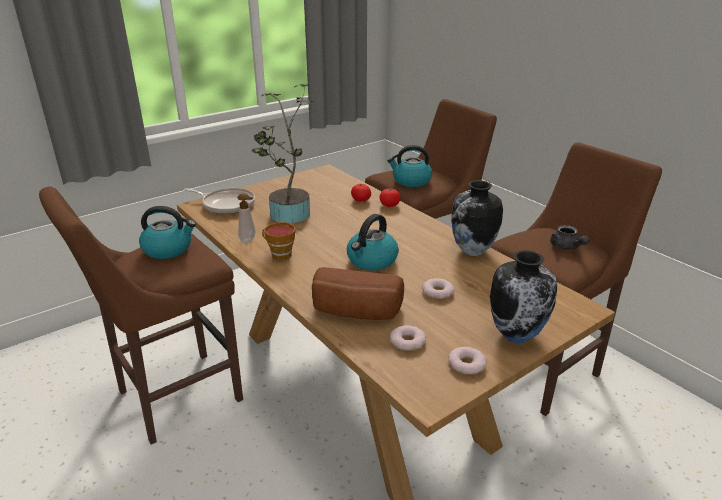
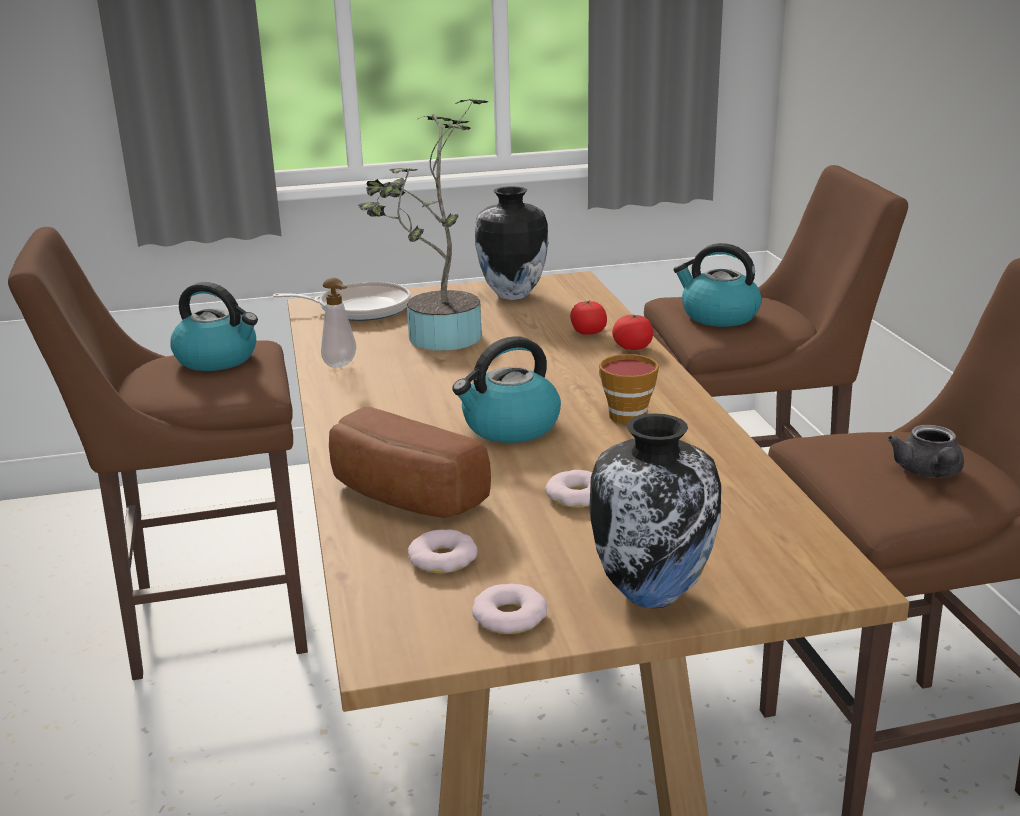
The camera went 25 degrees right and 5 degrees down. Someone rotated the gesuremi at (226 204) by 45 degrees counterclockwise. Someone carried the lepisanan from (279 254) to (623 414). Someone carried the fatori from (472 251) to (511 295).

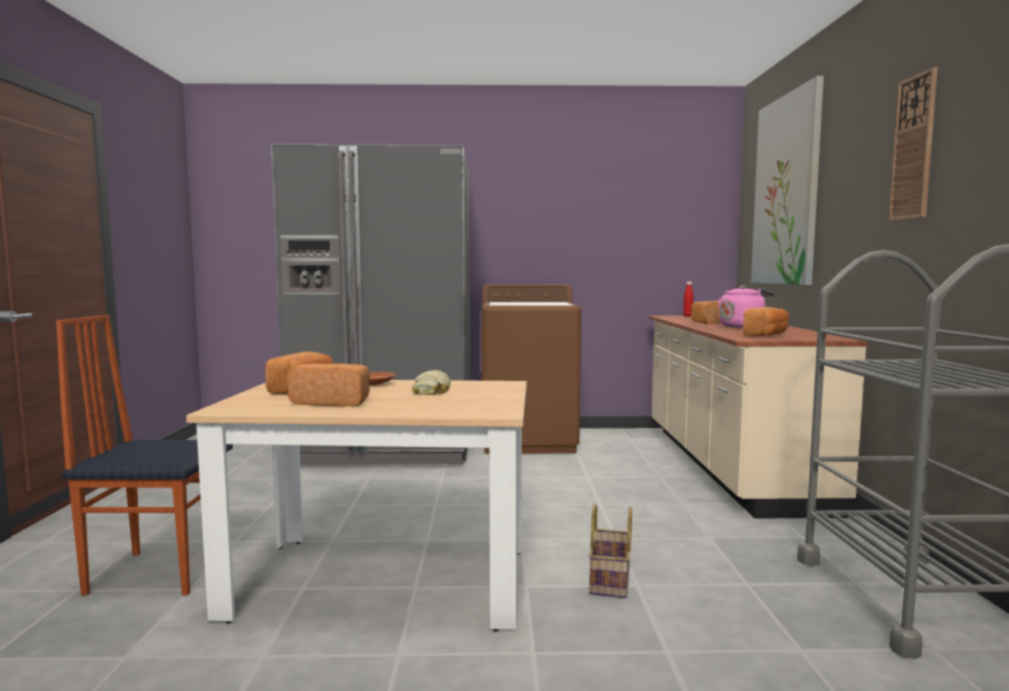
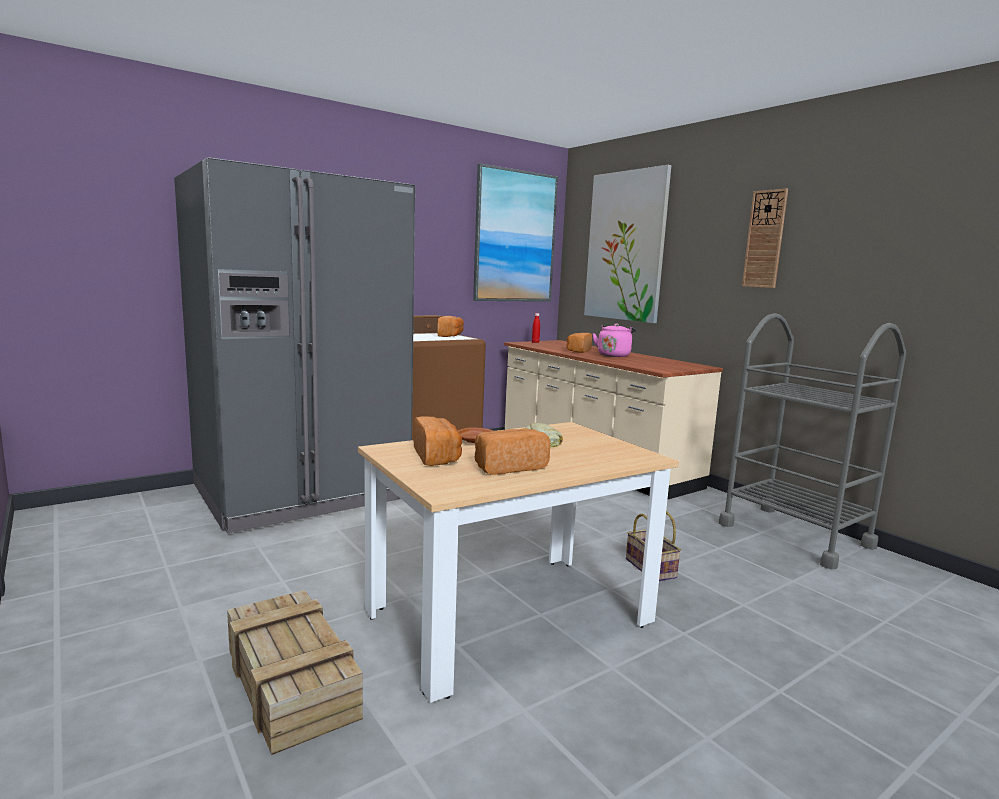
The camera went 35 degrees left and 5 degrees up. Someone swapped the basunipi at (159 572) for the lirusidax at (289 681). Someone carried the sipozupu from (766 335) to (451 336). Someone put up the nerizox at (515 237).

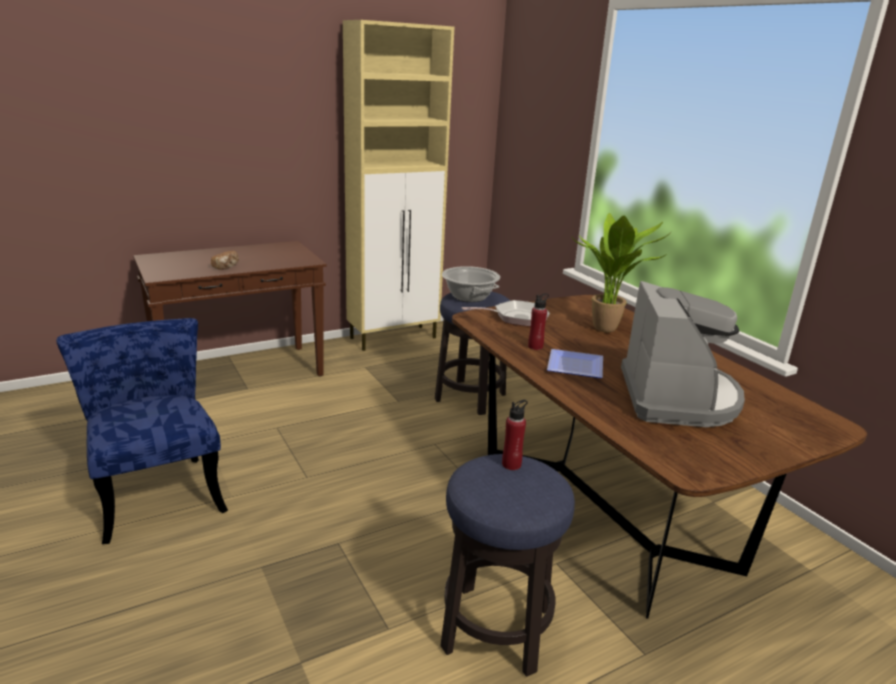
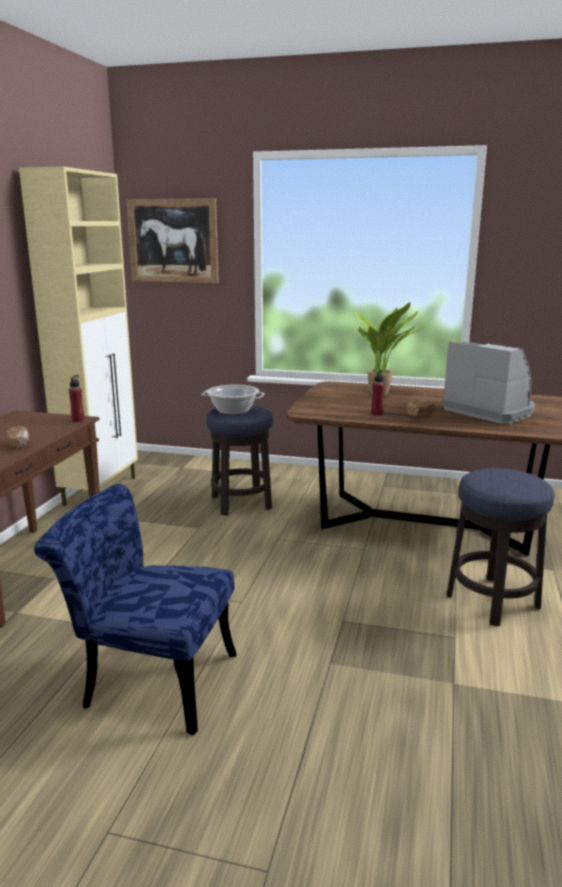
The camera went 45 degrees left and 5 degrees down. Someone took away the gesuremi at (516 318). Someone carried the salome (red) from (511 464) to (78 420). Someone swapped the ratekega at (577 366) for the sipozupu at (419 414). Someone put up the nerizox at (173 241).

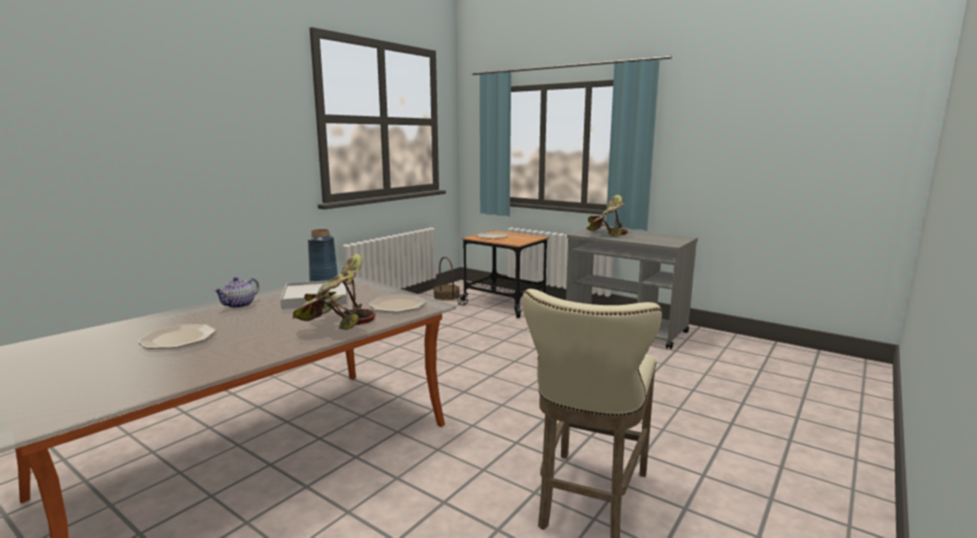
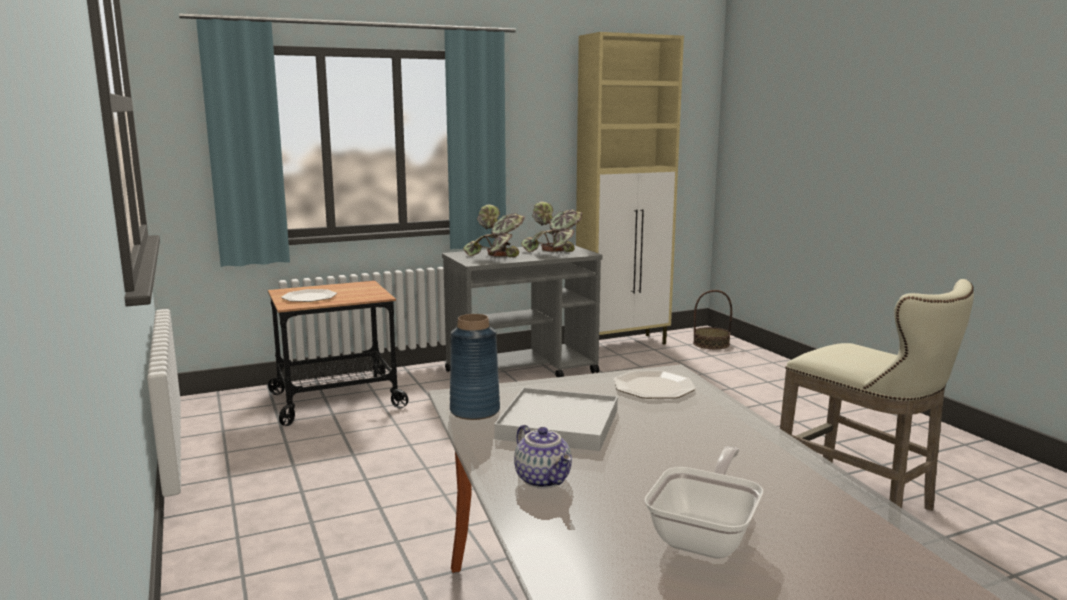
The camera went 60 degrees left and 0 degrees up. Someone swapped the ratekega at (178 338) for the gesuremi at (706 535). Someone carried the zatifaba from (335 323) to (553 252). Someone carried the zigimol from (446 296) to (711 344). Someone put down the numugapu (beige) at (623 344).

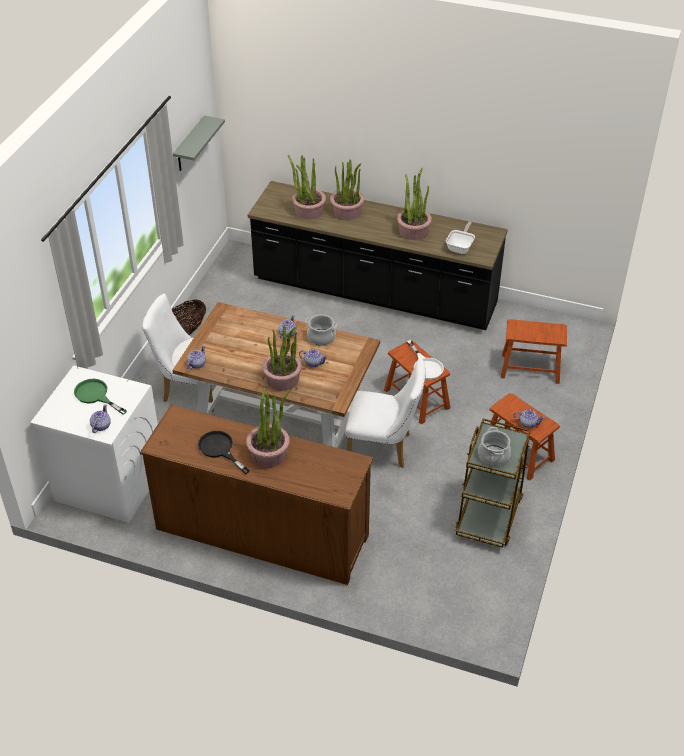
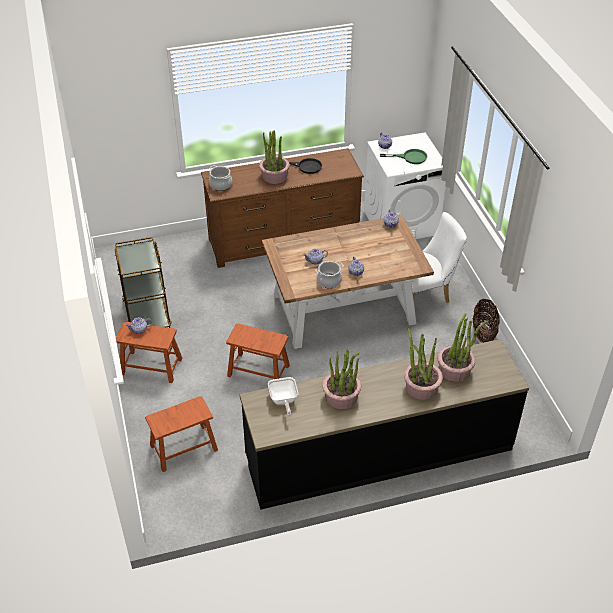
The camera went 145 degrees right and 0 degrees up. Someone took away the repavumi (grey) at (190 145). Someone took away the zatifaba at (283 379). Someone took away the basunipi (white) at (384 449). Someone took away the gesuremi (white) at (425 366). Someone carried the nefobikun from (493 455) to (221 185).

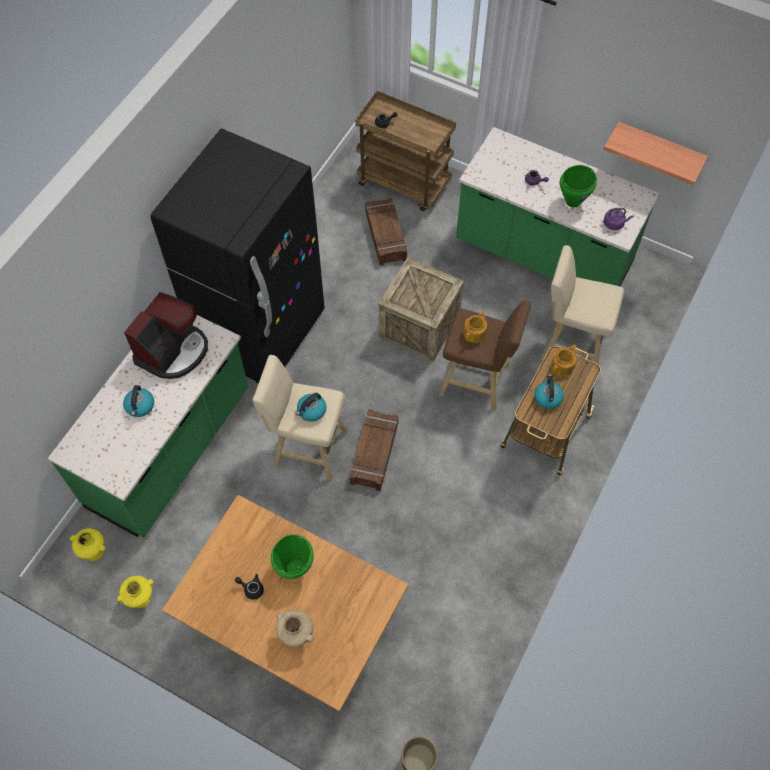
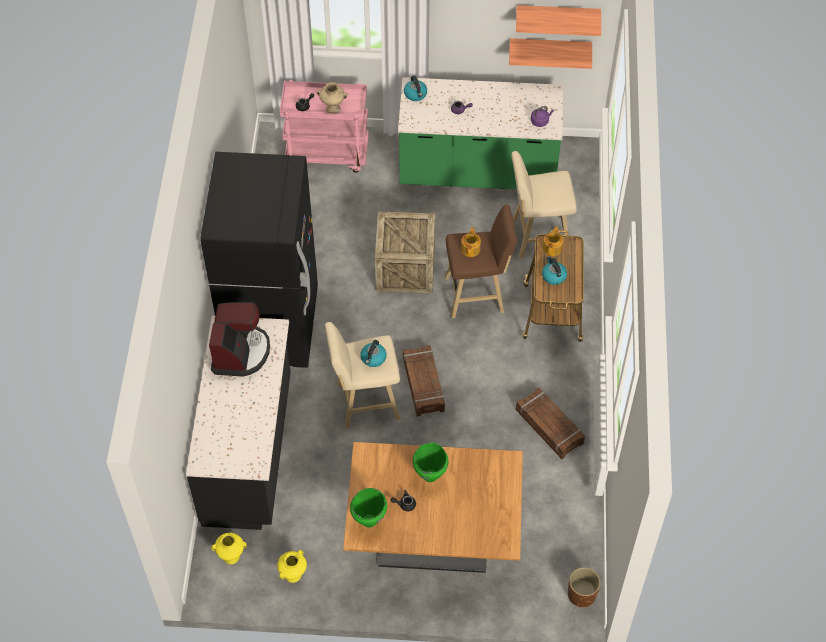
The camera went 25 degrees left and 5 degrees down. Someone repainted the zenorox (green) at (171 450), which became the zenorox (black) at (249 450). Someone carried the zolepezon from (140 406) to (415 94). Someone carried the fatori (beige) from (296 636) to (332 109). Someone repainted the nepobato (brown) at (405 183), which became the nepobato (pink) at (328 155). Someone carried the lirusidax from (385 236) to (548 427). Someone carried the nefobikun (green) from (573 202) to (369 521). Someone put up the repavumi at (557 16).

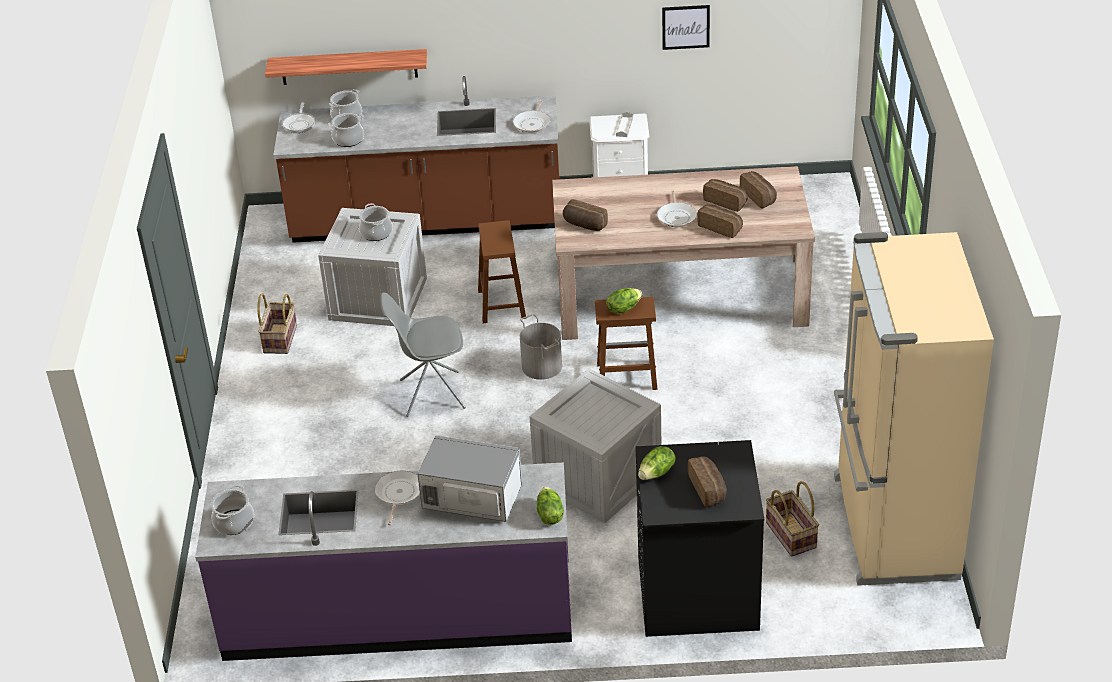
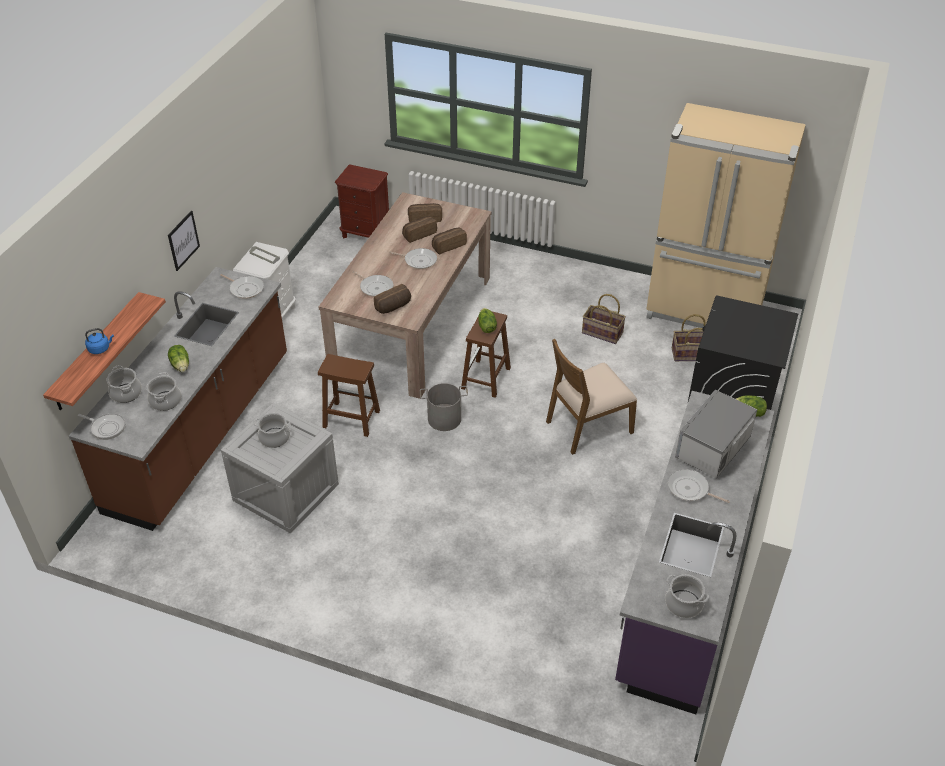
The camera went 70 degrees left and 5 degrees up. Someone carried the zigimol from (279 339) to (601 333). Someone took away the basunipi (grey) at (430 394). Someone swapped the lirusidax at (597 477) for the basunipi (brown) at (588 426). Someone carried the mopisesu from (657 473) to (181 365). Someone carried the nerizox from (685 27) to (183 240). Someone took away the sipozupu at (708 489). Someone put down the zolepezon (blue) at (100 348). Someone put down the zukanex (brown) at (365 233). Someone put down the gesuremi at (375 287).

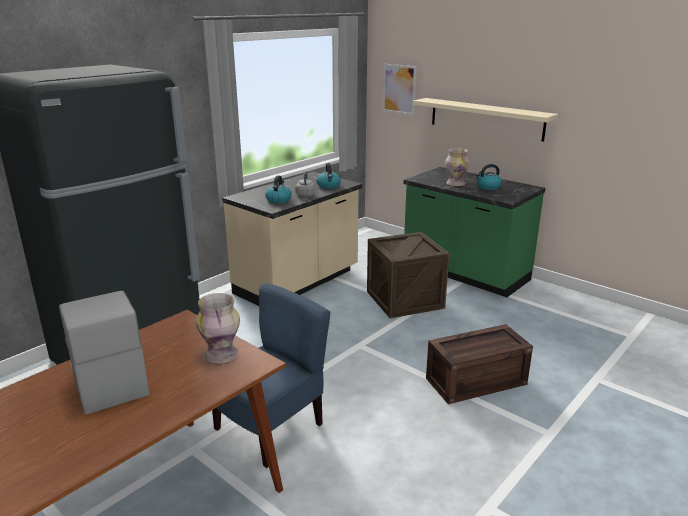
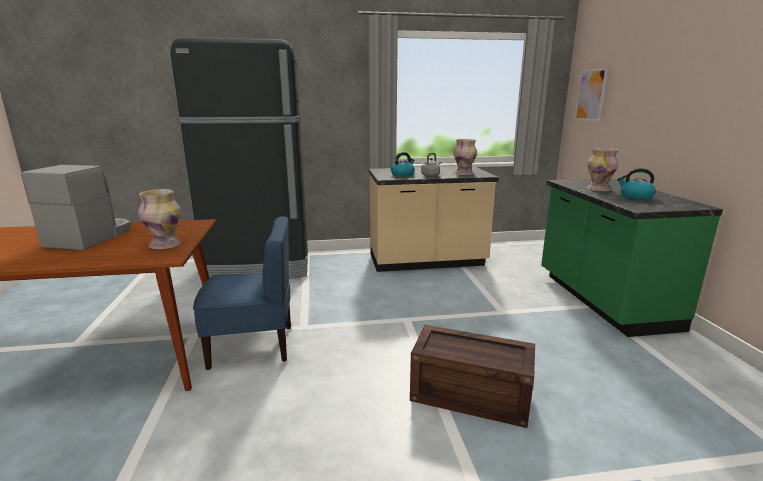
The camera went 40 degrees right and 5 degrees down. Someone swapped the zolepezon at (329 186) for the fatori at (464 174). Someone took away the lirusidax at (404 299). Someone took away the repavumi (beige) at (486 118).

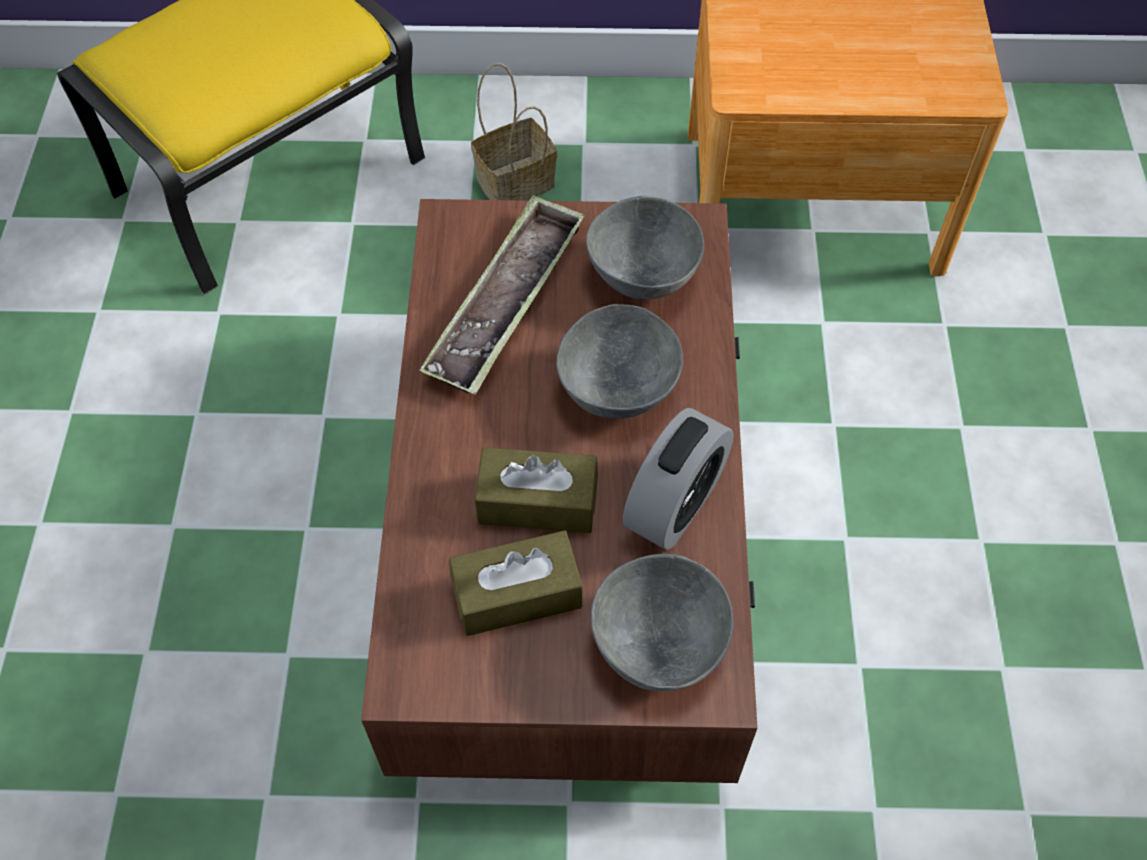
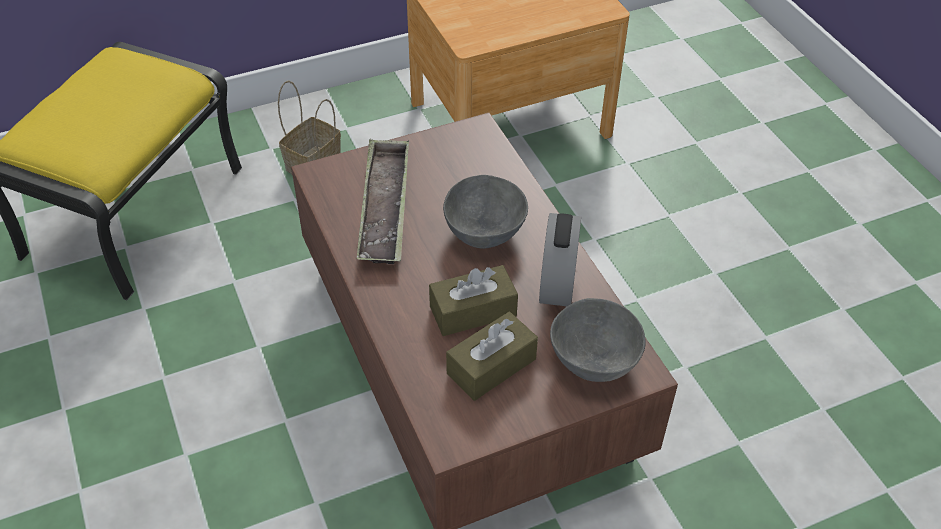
The camera went 25 degrees left and 10 degrees down. Someone took away the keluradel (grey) at (642 277).

